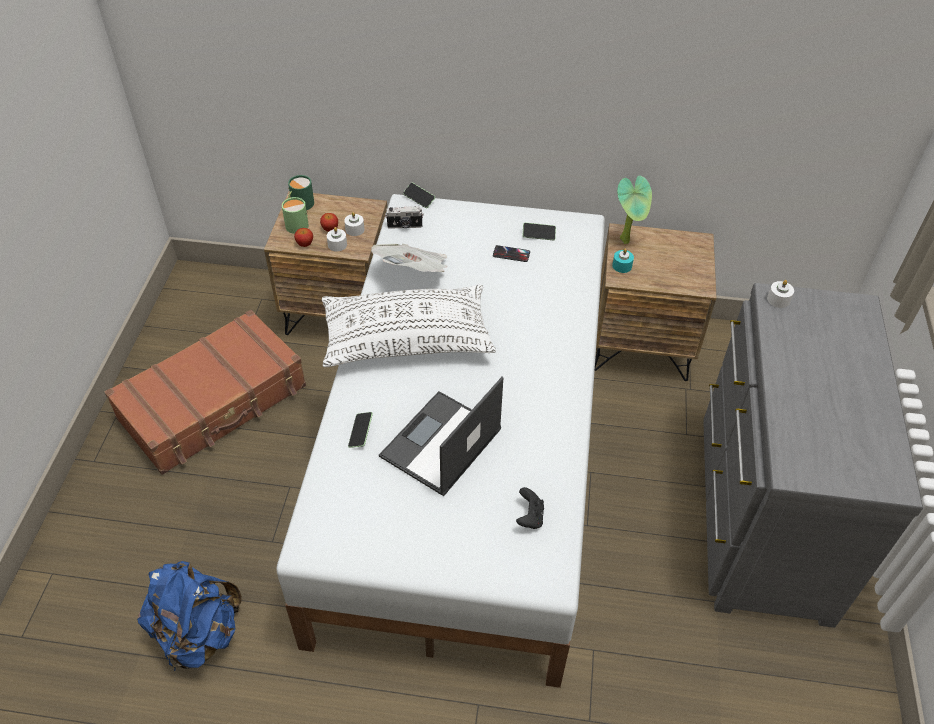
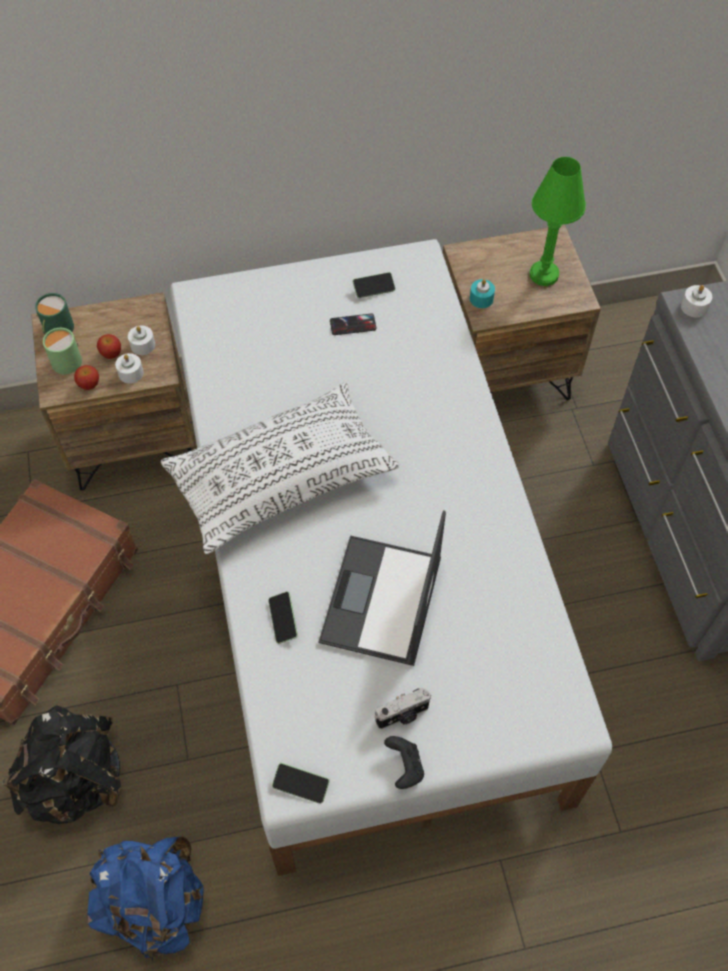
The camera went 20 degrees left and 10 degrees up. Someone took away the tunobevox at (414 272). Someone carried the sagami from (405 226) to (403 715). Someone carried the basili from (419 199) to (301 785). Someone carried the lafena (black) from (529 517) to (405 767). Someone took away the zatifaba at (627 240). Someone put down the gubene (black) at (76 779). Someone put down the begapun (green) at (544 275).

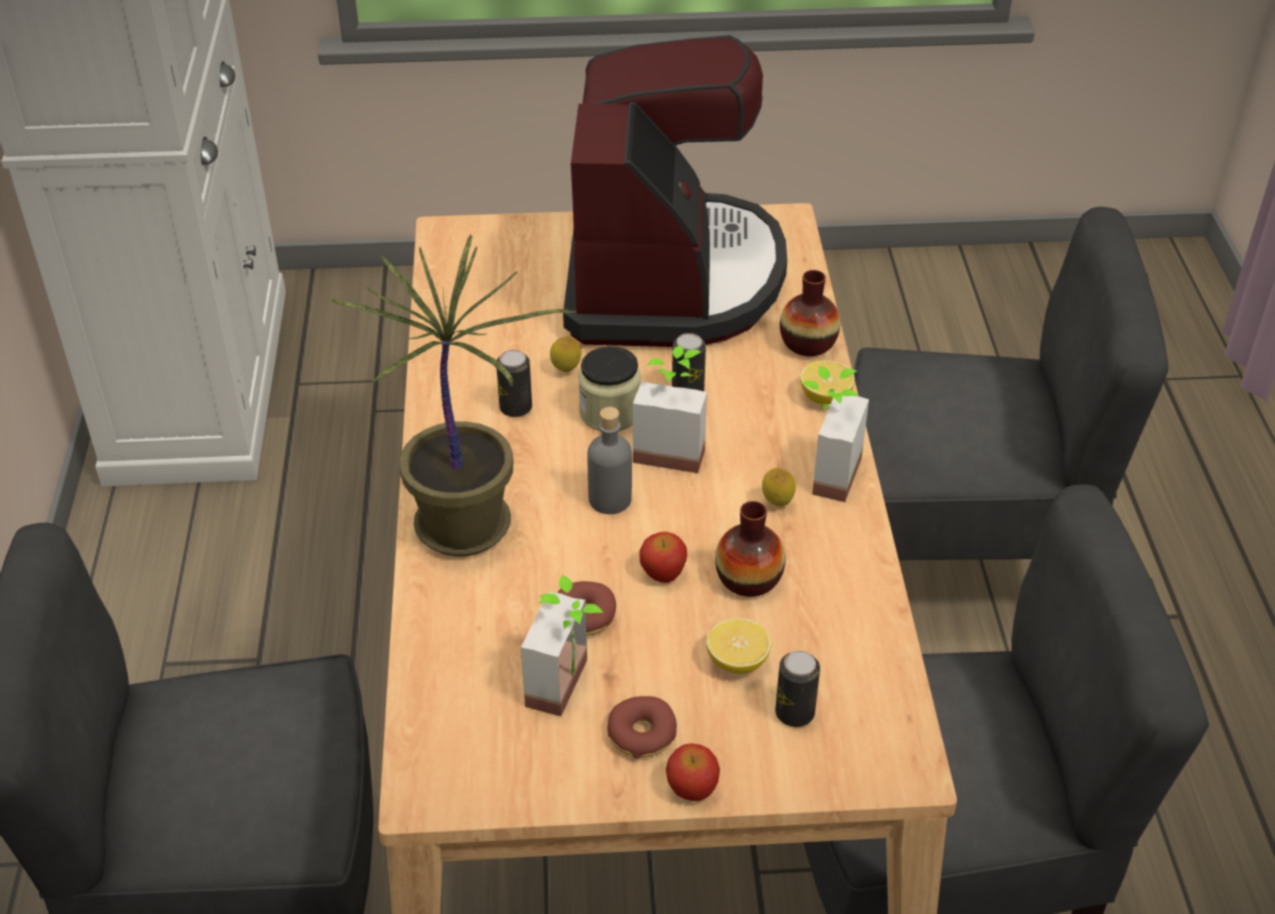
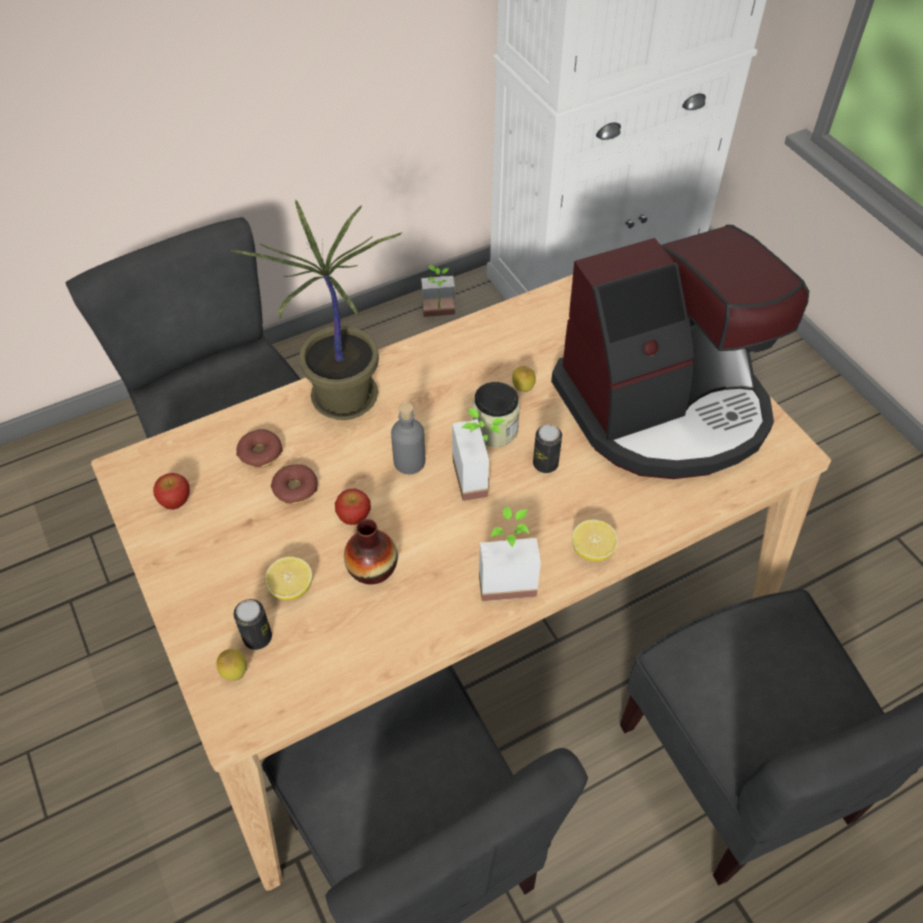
The camera went 65 degrees right and 10 degrees up. Someone took away the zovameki at (515 408). Someone carried the zatifaba from (572 687) to (439 315). Someone carried the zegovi from (642 734) to (260 453). Someone carried the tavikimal from (691 788) to (176 501). Someone carried the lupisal from (777 504) to (235 673). Someone took away the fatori at (808 343).

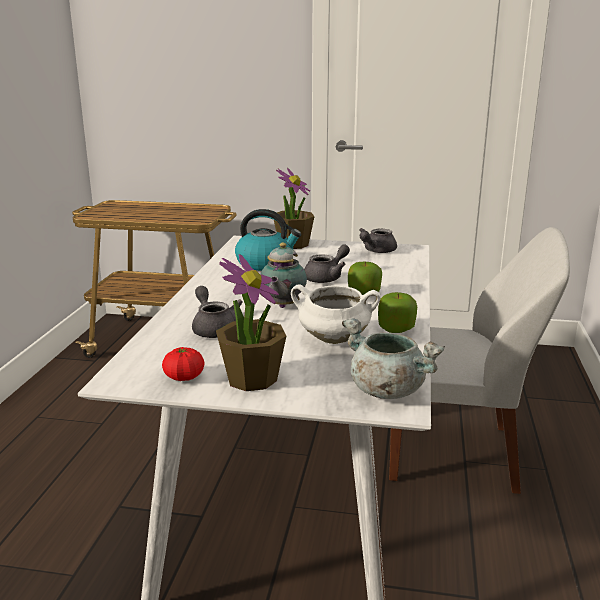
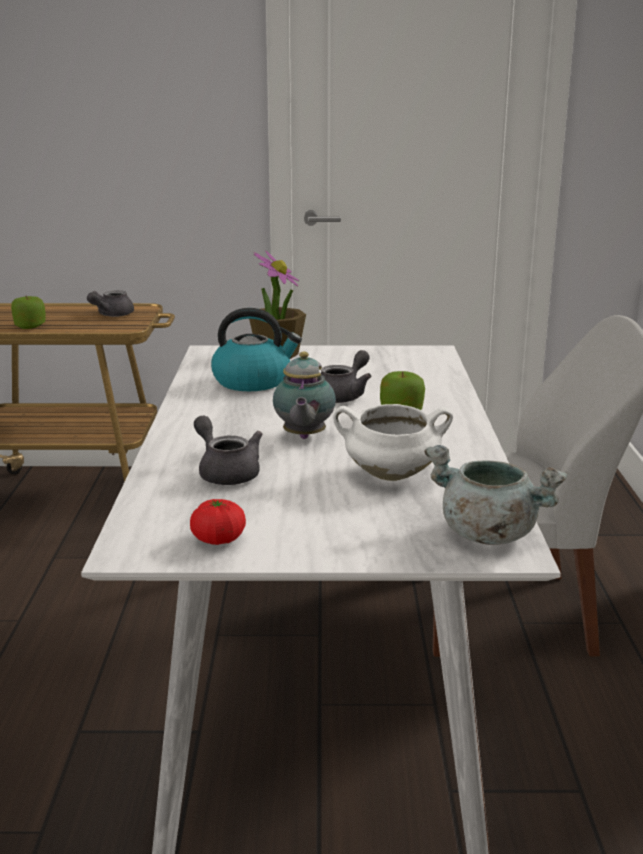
The camera went 10 degrees left and 0 degrees up. Someone took away the zatifaba at (252 378). Someone carried the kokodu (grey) from (376 251) to (111 315). Someone carried the tavikimal from (396 328) to (30 326).

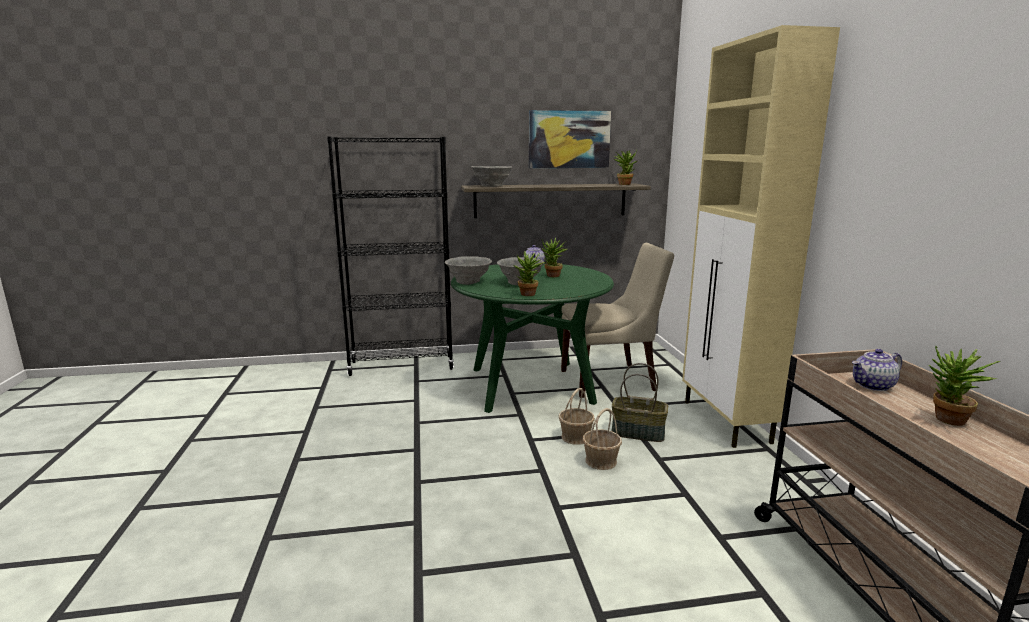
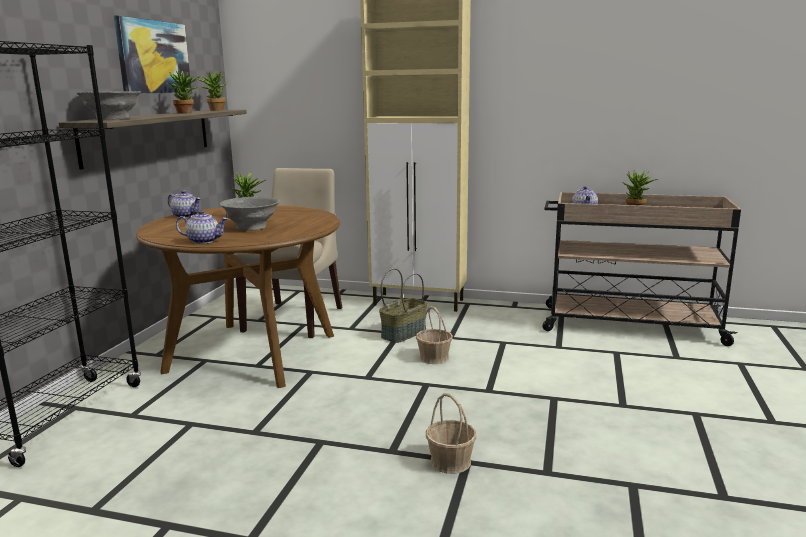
The camera went 65 degrees left and 0 degrees up. Someone swapped the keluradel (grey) at (468 281) for the kokodu at (204 241). Someone repainted the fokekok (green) at (531 385), which became the fokekok (brown) at (252 353). Someone carried the zatifaba from (528 295) to (187 113). Someone carried the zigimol from (576 437) to (450 461).

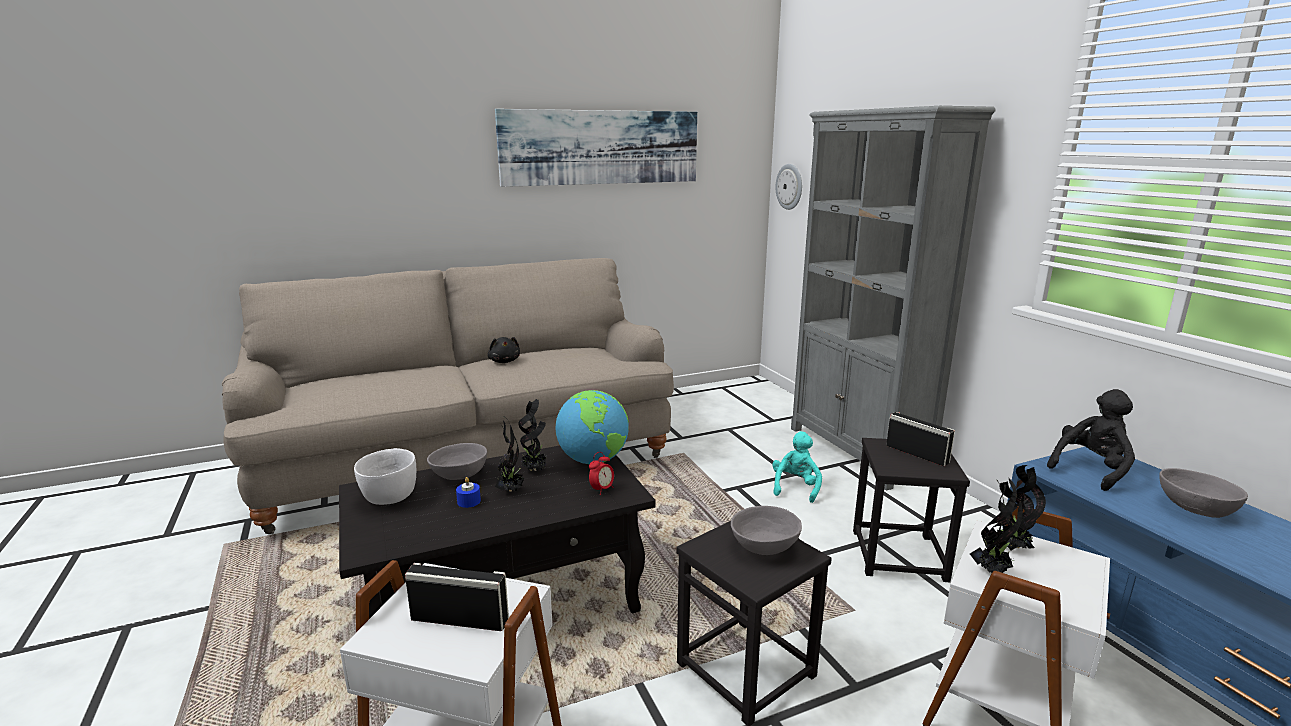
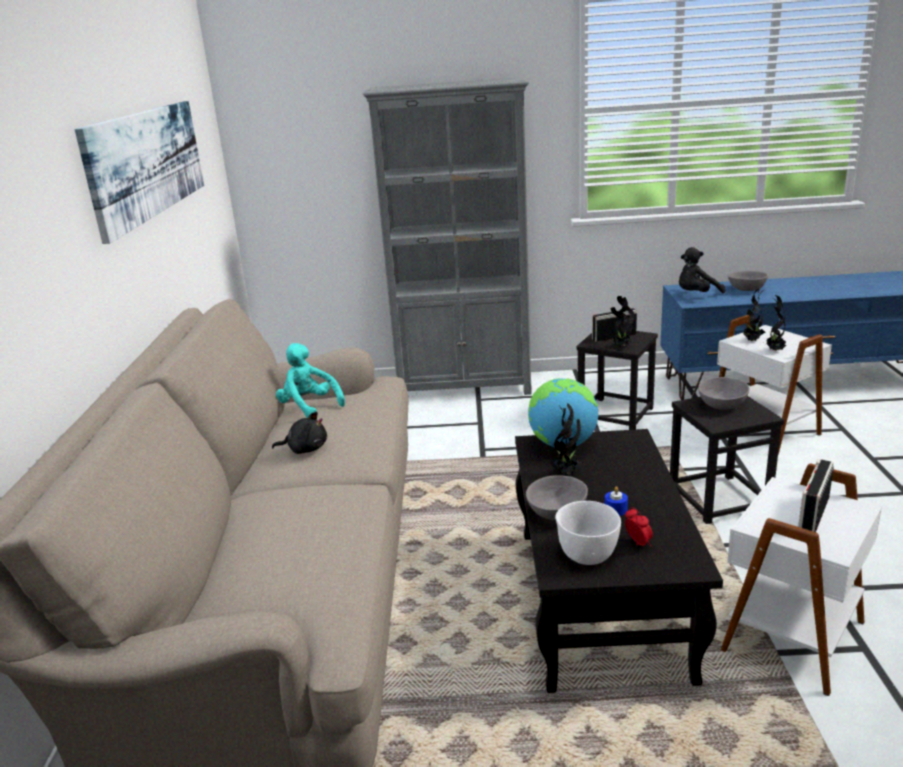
The camera went 65 degrees left and 5 degrees up. Someone carried the zatifaba from (511 490) to (621 346). Someone carried the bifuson from (602 489) to (638 544). Someone carried the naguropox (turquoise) from (795 487) to (309 407). Someone took away the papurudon at (789 186). Someone rotated the naguropox (black) at (1091 469) by 105 degrees counterclockwise.

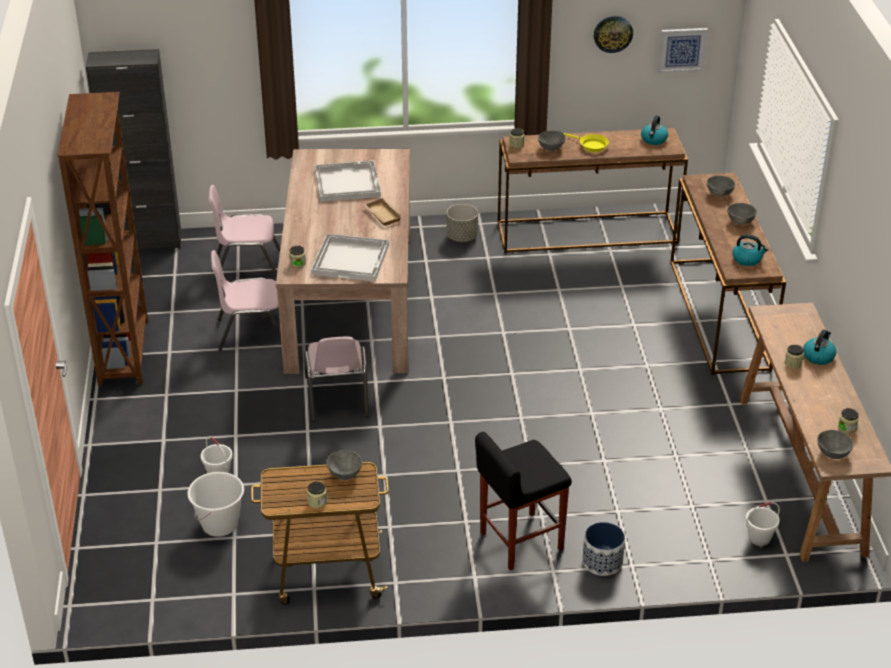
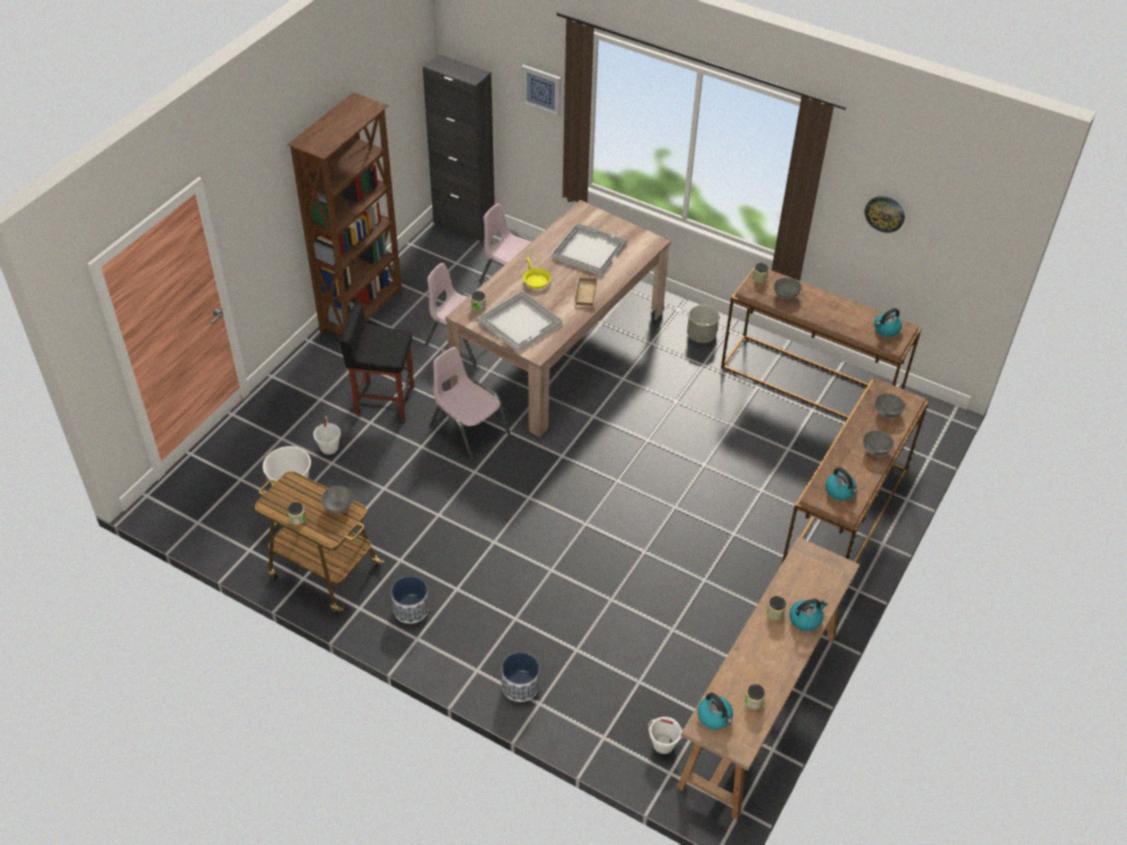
The camera went 35 degrees right and 10 degrees up. Someone rotated the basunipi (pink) at (337 397) by 105 degrees clockwise. Someone carried the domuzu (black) from (520 541) to (384 400). Someone carried the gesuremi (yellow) from (591 146) to (535 280). Someone carried the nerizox from (682 49) to (541 89). Someone swapped the keluradel (grey) at (832 453) for the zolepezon at (715 717). Someone put down the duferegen at (411 609).

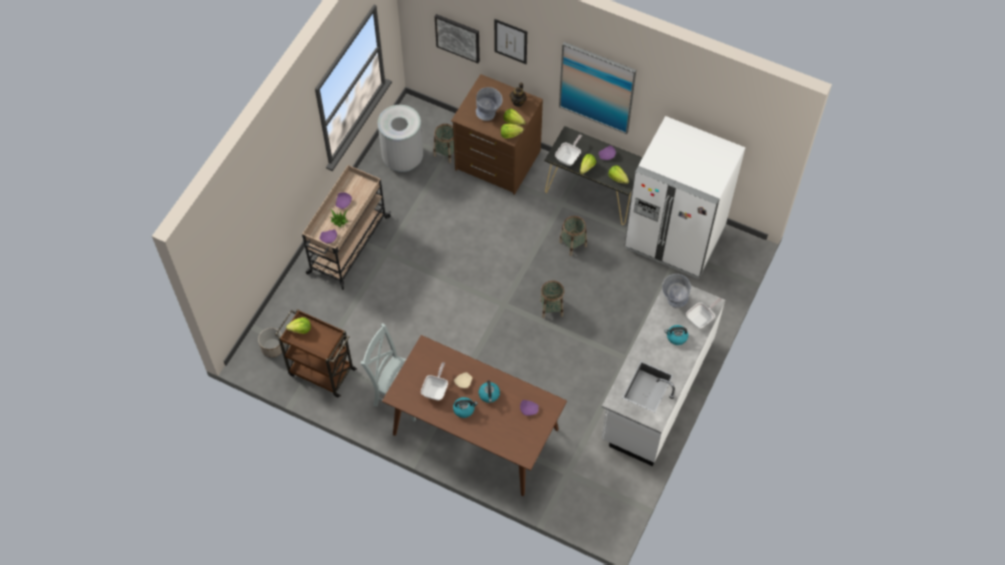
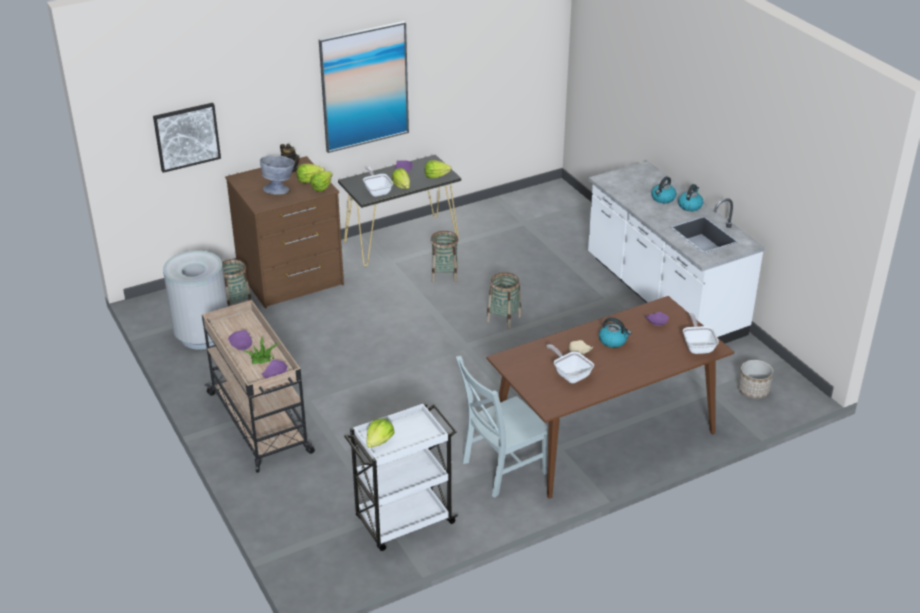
The camera went 55 degrees left and 25 degrees down. Someone carried the duferegen from (273 347) to (753 390). Someone repainted the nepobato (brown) at (321 371), which became the nepobato (white) at (403 521). Someone carried the zolepezon from (464 409) to (690 206). Someone took away the nerizox at (510 41). Someone took away the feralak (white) at (674 238). Someone took away the keluradel (grey) at (673 300). Someone carried the gesuremi from (701 319) to (698 346).

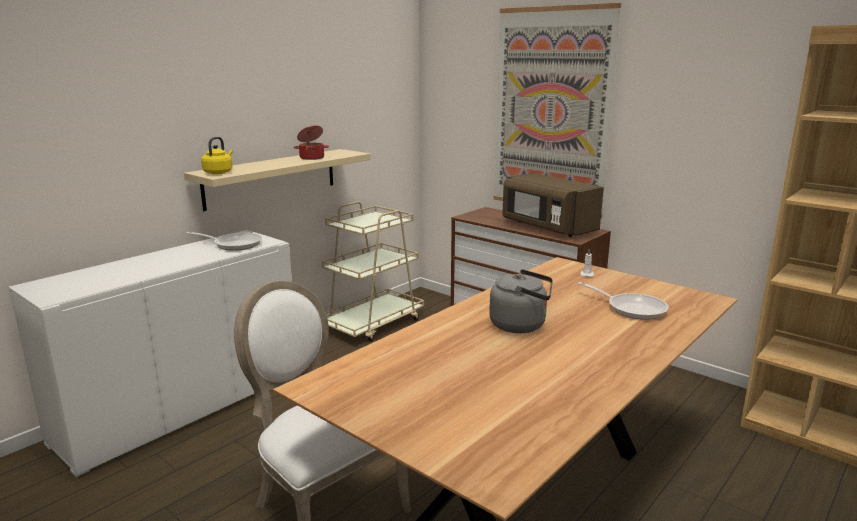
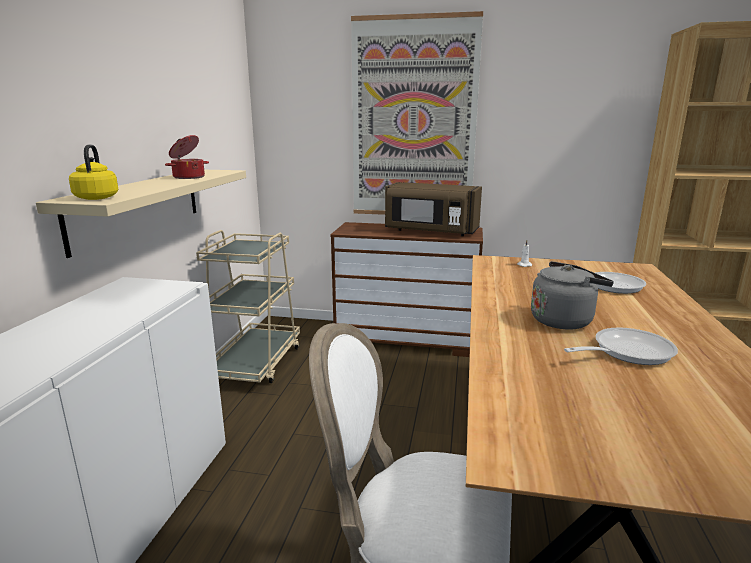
The camera went 30 degrees left and 0 degrees up. Someone carried the gesuremi from (234 244) to (626 352).

